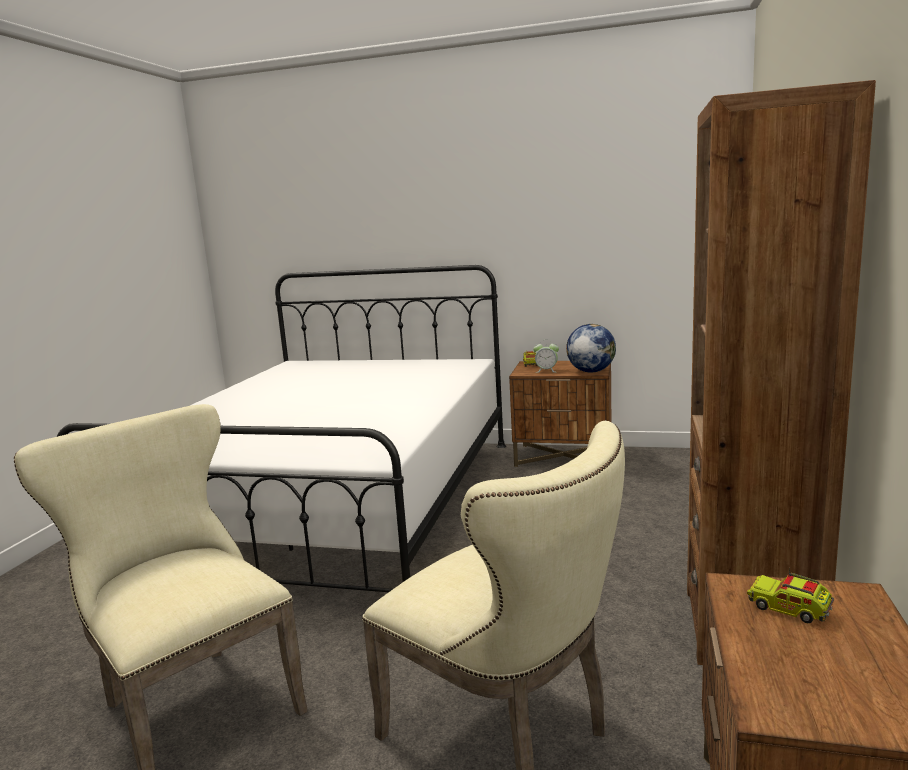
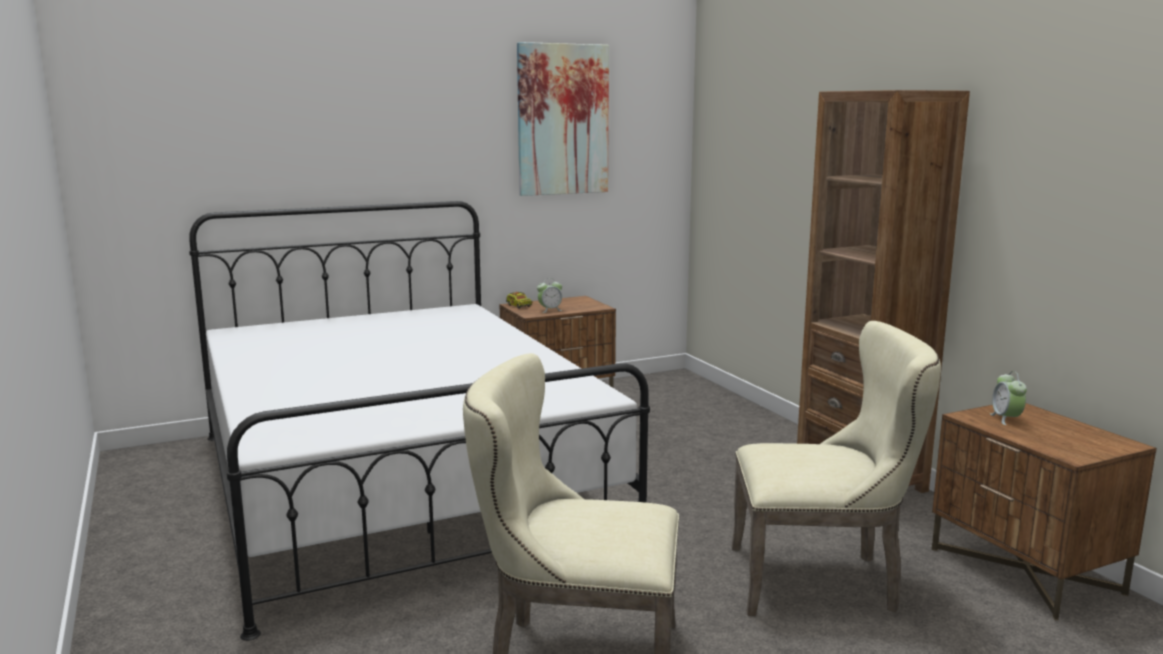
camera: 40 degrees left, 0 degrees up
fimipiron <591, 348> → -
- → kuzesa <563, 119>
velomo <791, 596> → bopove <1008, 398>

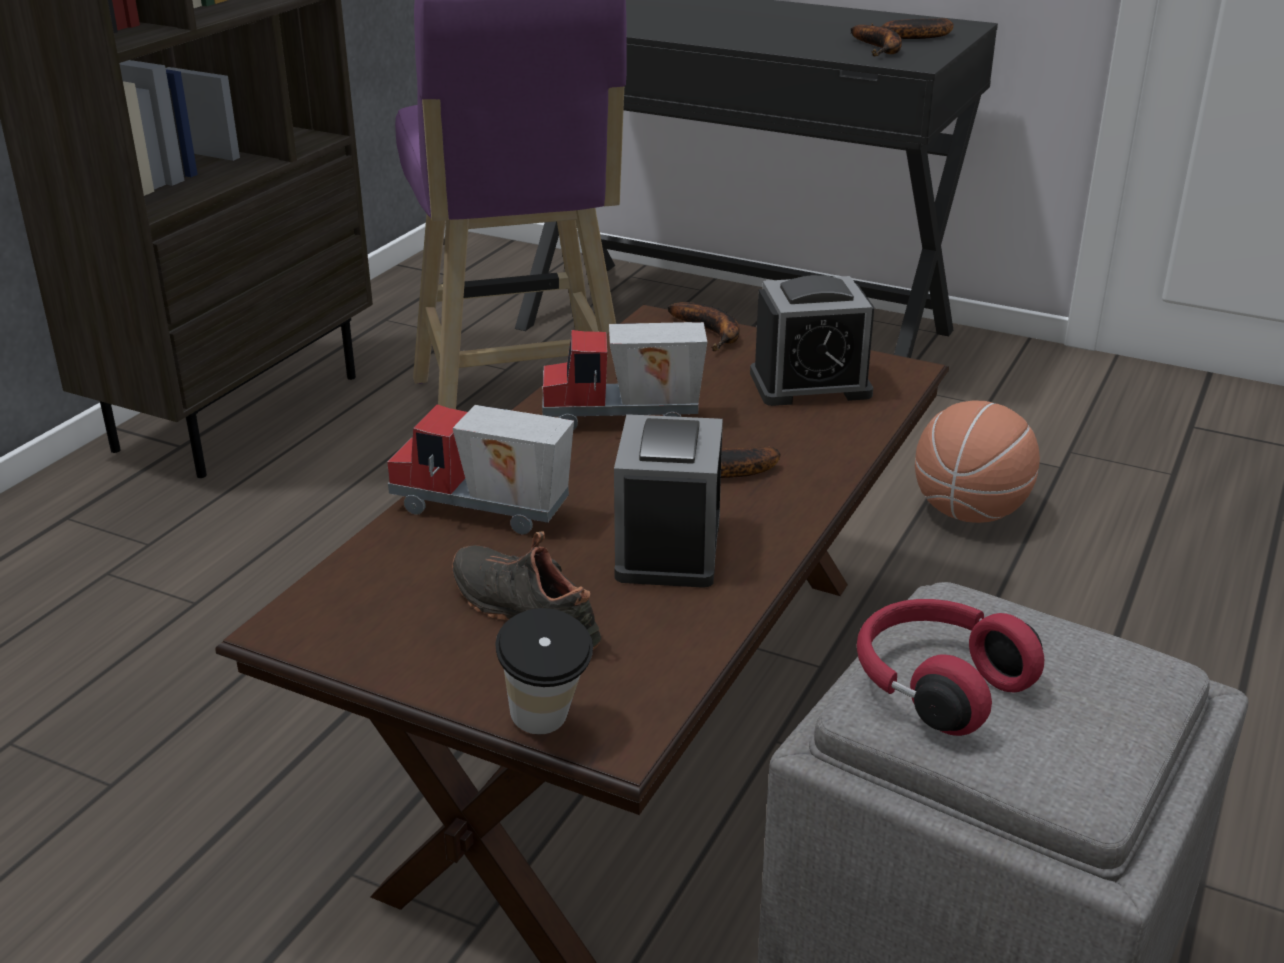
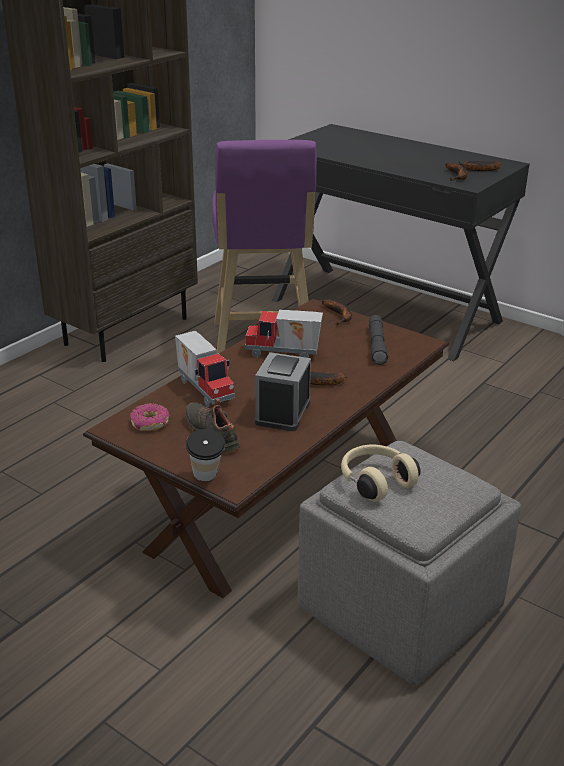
camera: 10 degrees right, 0 degrees up
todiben <977, 461> → -
- → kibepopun <150, 417>
bopove <812, 340> → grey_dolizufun <378, 340>
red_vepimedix <950, 667> → beige_vepimedix <381, 473>
velomo <480, 469> → velomo <205, 369>, 150 degrees counterclockwise

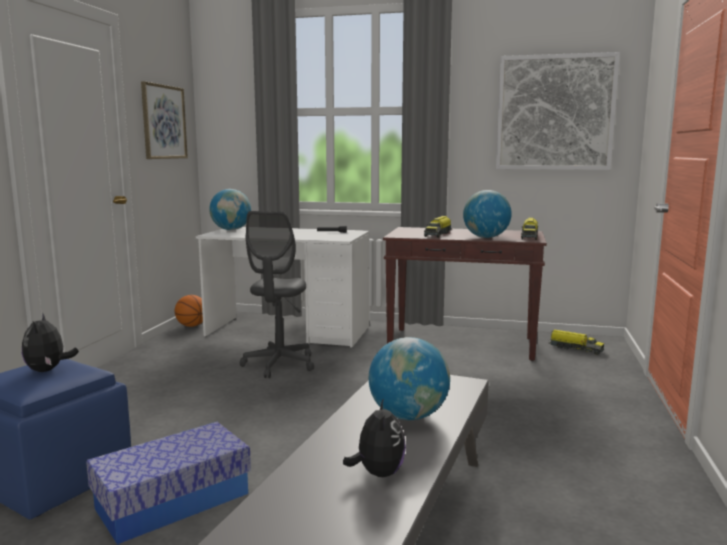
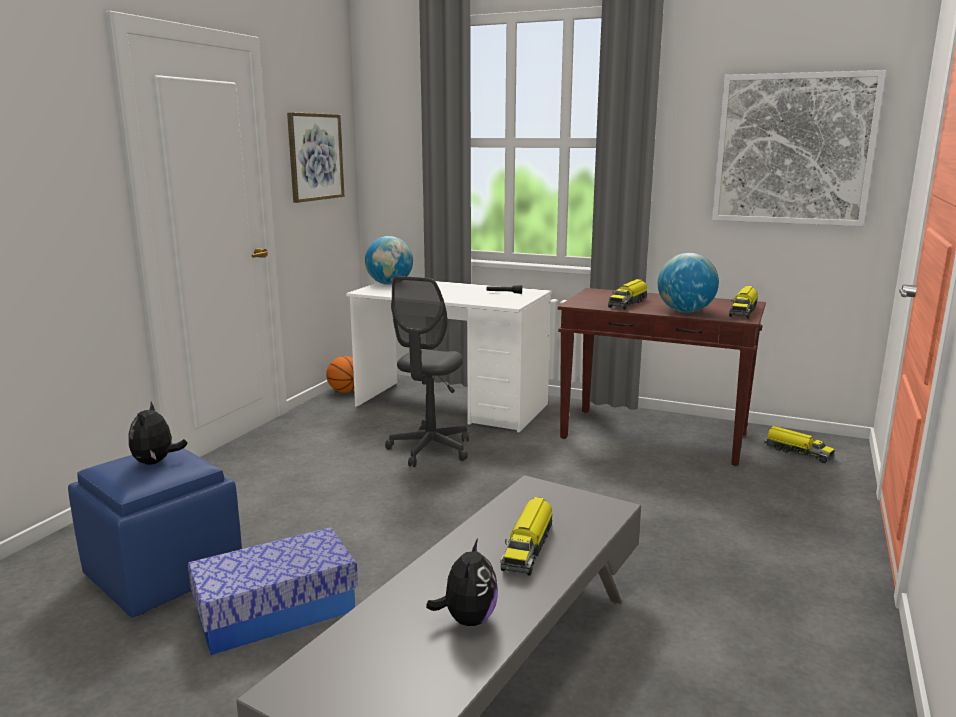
camera: 10 degrees right, 5 degrees up
fimipiron <409, 378> → velomo <526, 536>

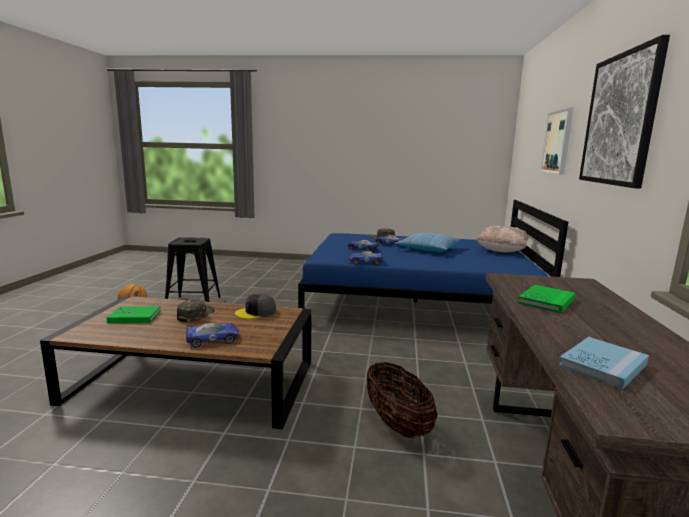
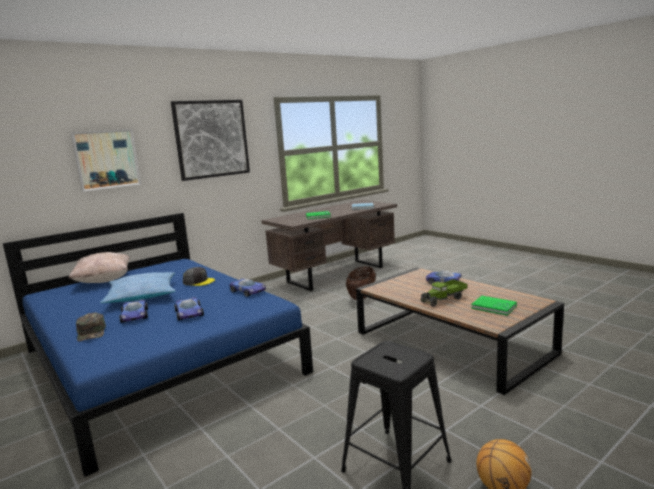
camera: 135 degrees left, 0 degrees up
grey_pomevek <255, 306> → grey_pomevek <199, 276>, shifted
green_pomevek <196, 310> → velomo <443, 293>

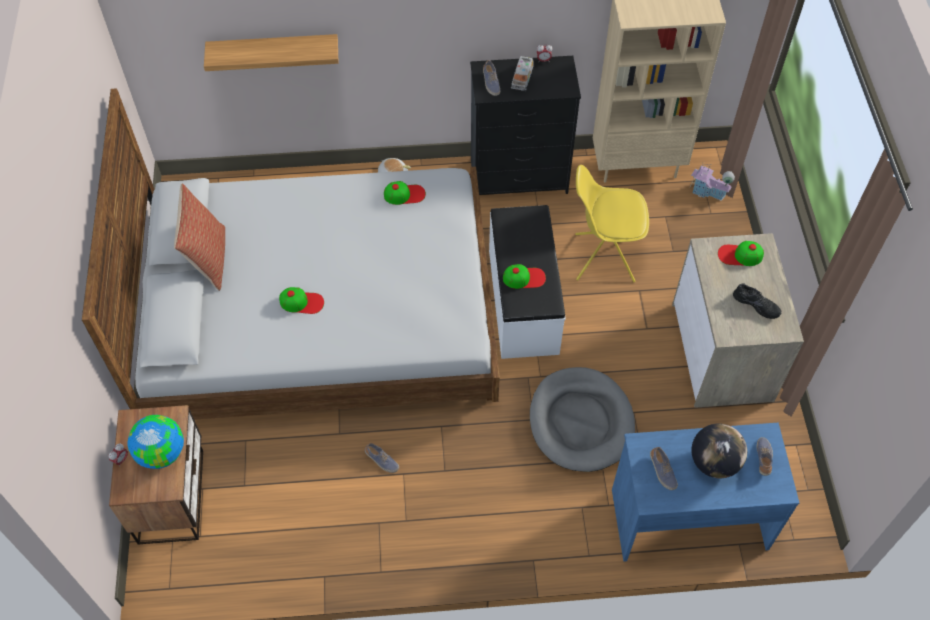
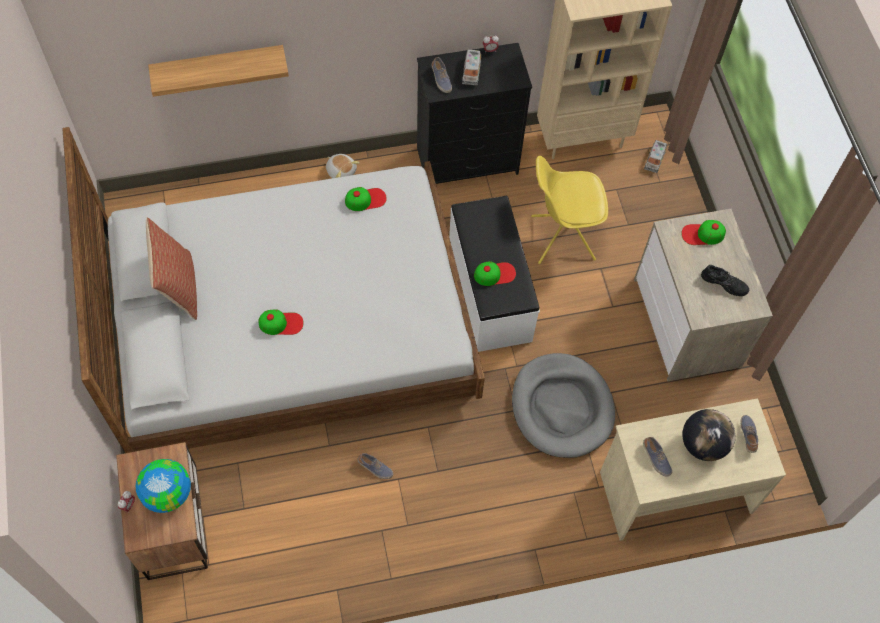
camera: 10 degrees left, 5 degrees up
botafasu <712, 182> → velomo <655, 156>
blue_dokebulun <705, 492> → beige_dokebulun <693, 469>

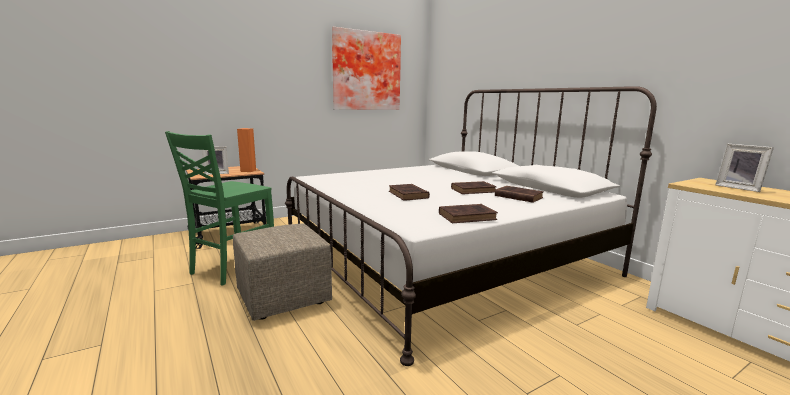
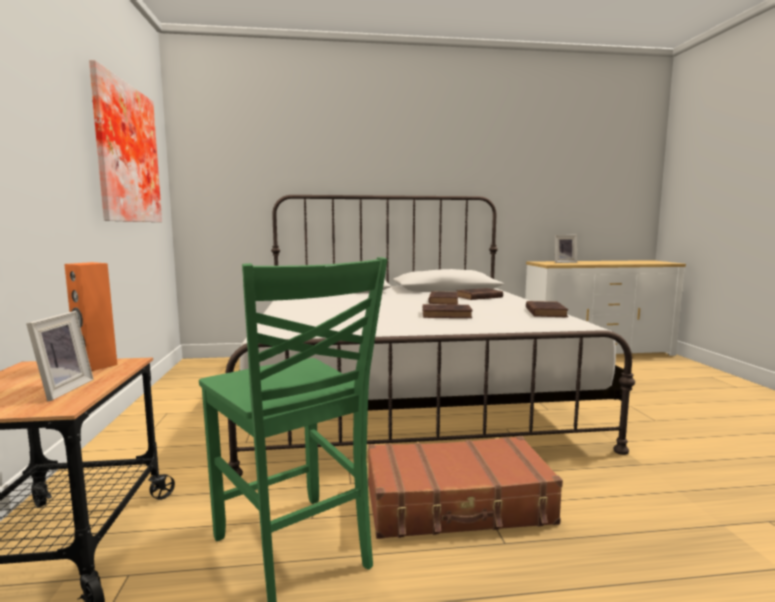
camera: 65 degrees left, 5 degrees down
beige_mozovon <282, 272> → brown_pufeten <465, 487>

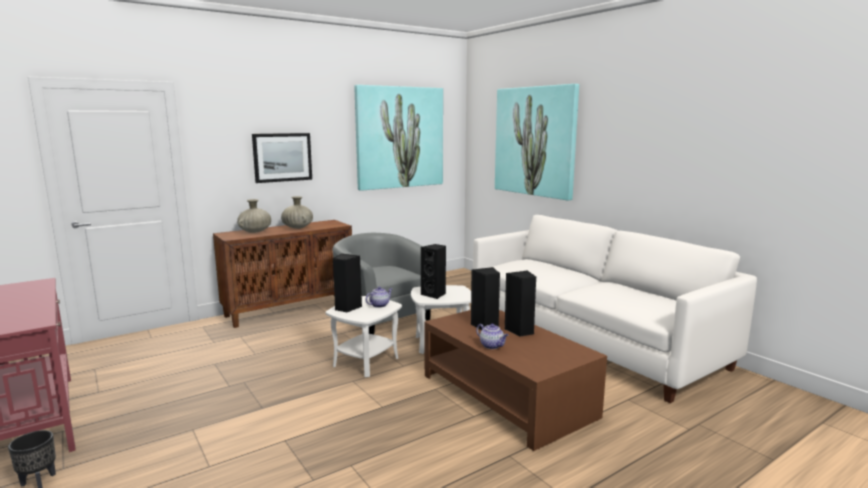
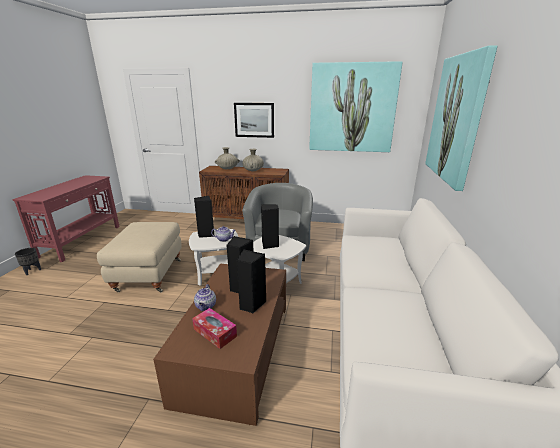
camera: 45 degrees right, 10 degrees up
- → beige_mozovon <139, 257>
- → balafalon <214, 328>

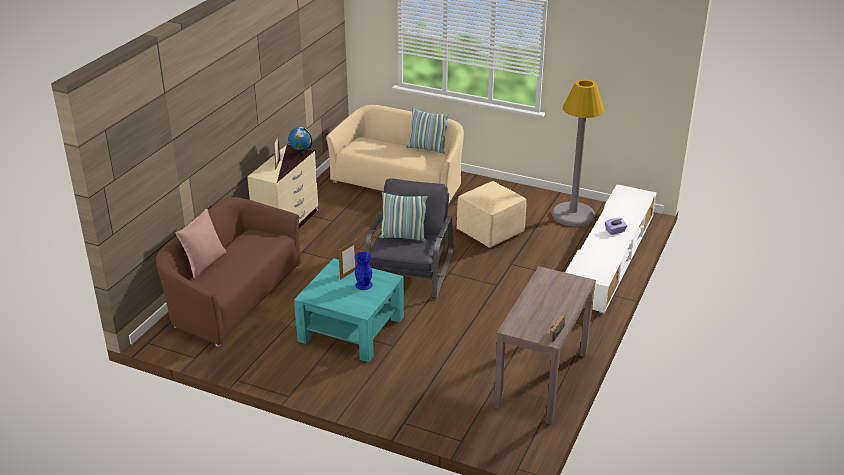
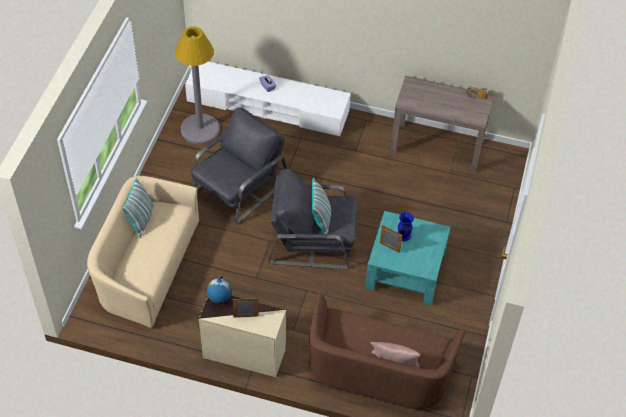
camera: 100 degrees left, 20 degrees up
beige_mozovon <492, 214> → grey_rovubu <239, 166>

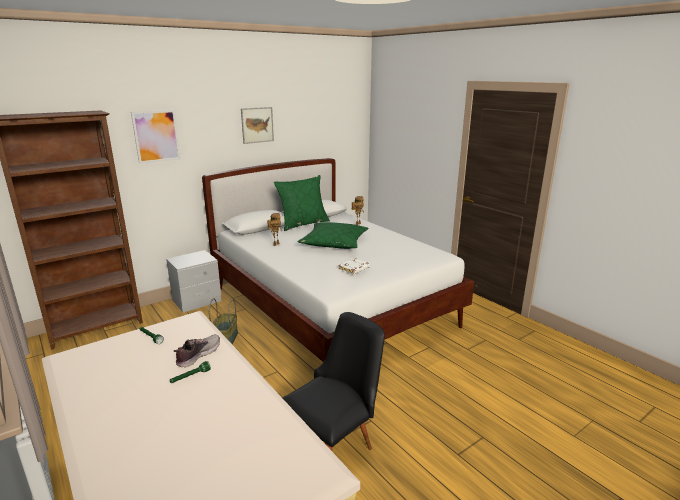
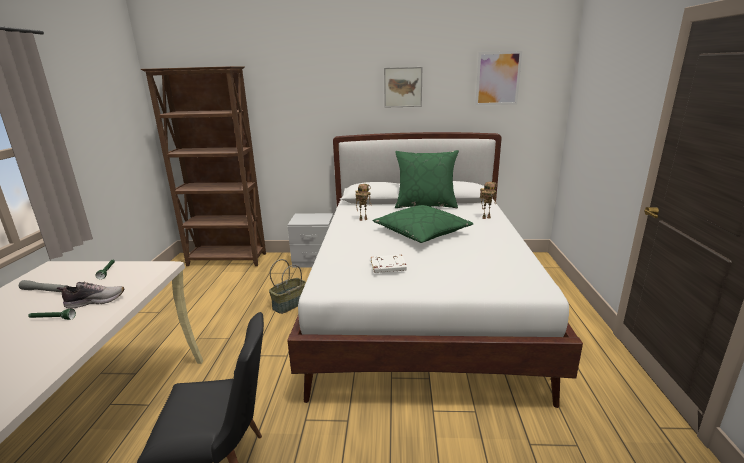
camera: 40 degrees right, 0 degrees up
- → grey_dolizufun <43, 286>
kuzesa <156, 137> → kuzesa <498, 78>, shifted

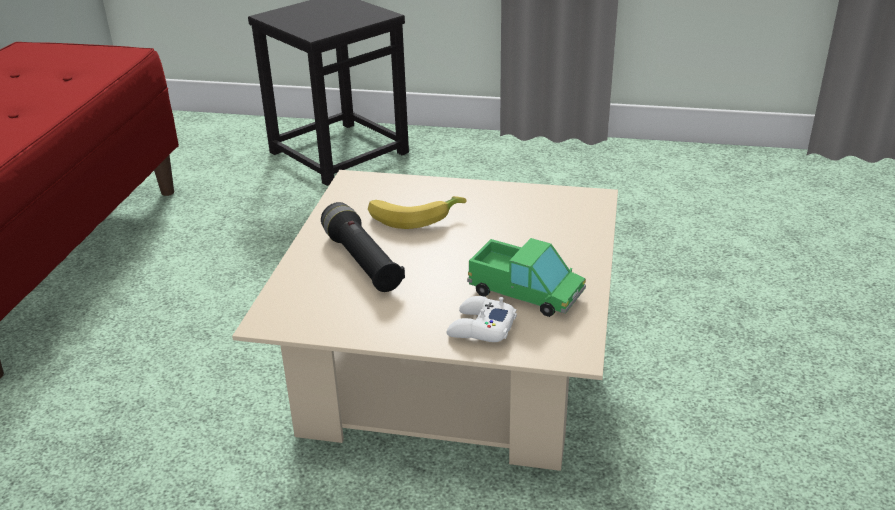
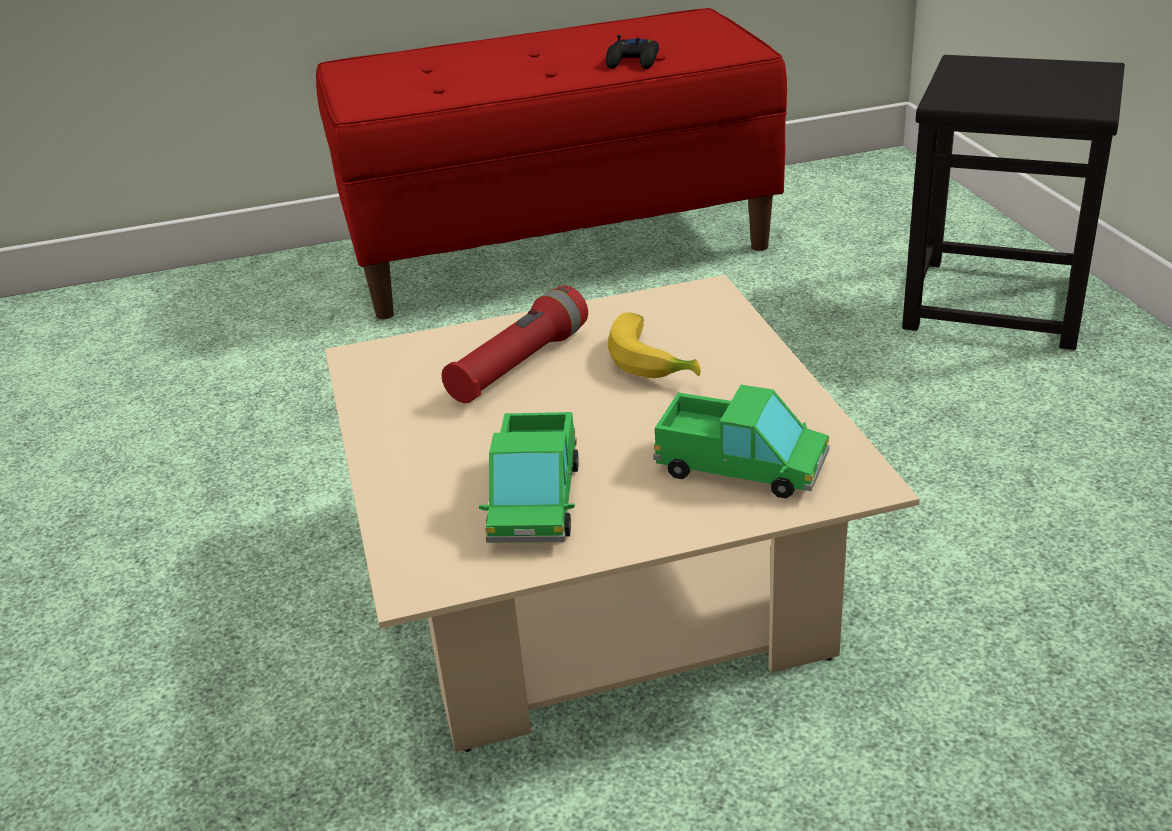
camera: 65 degrees right, 0 degrees up
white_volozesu <482, 319> → -
- → black_volozesu <632, 52>
- → velomo <741, 442>
black_dolizufun <363, 247> → red_dolizufun <515, 344>

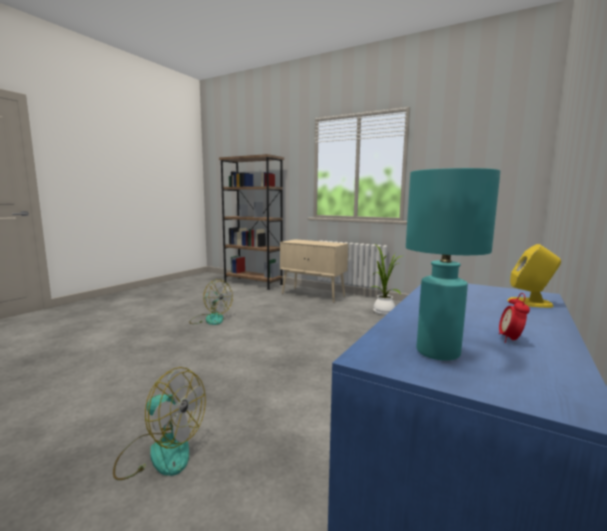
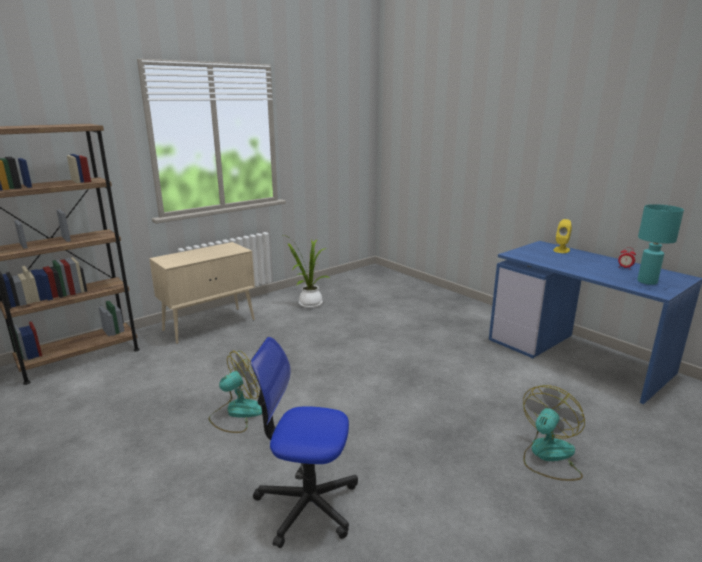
camera: 70 degrees left, 10 degrees up
- → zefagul <304, 442>

